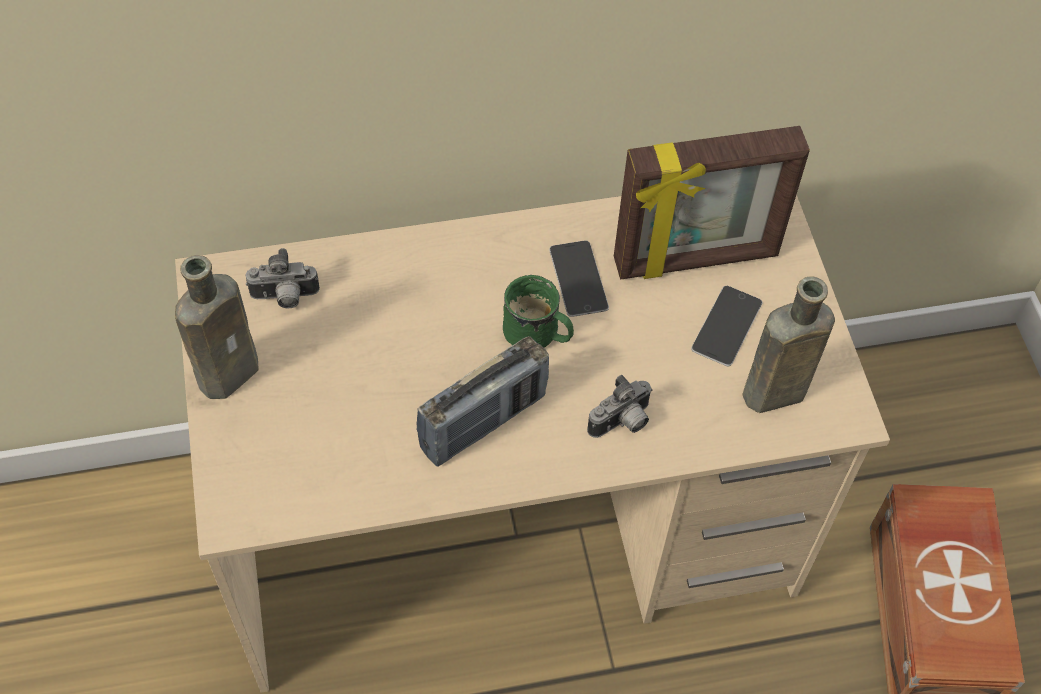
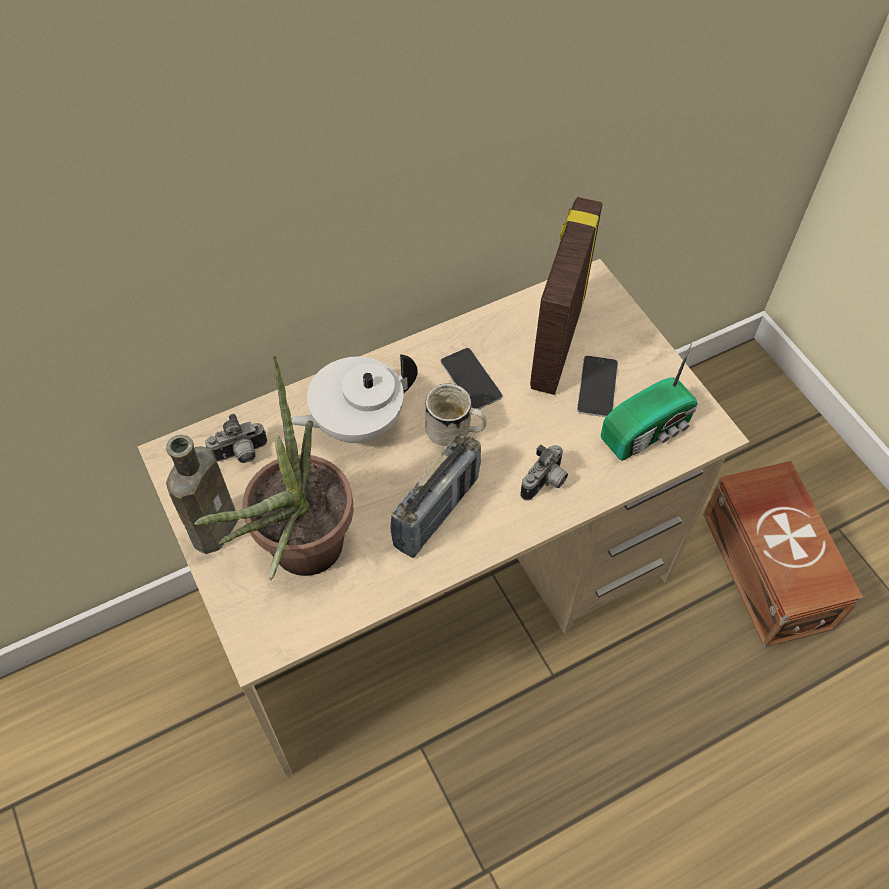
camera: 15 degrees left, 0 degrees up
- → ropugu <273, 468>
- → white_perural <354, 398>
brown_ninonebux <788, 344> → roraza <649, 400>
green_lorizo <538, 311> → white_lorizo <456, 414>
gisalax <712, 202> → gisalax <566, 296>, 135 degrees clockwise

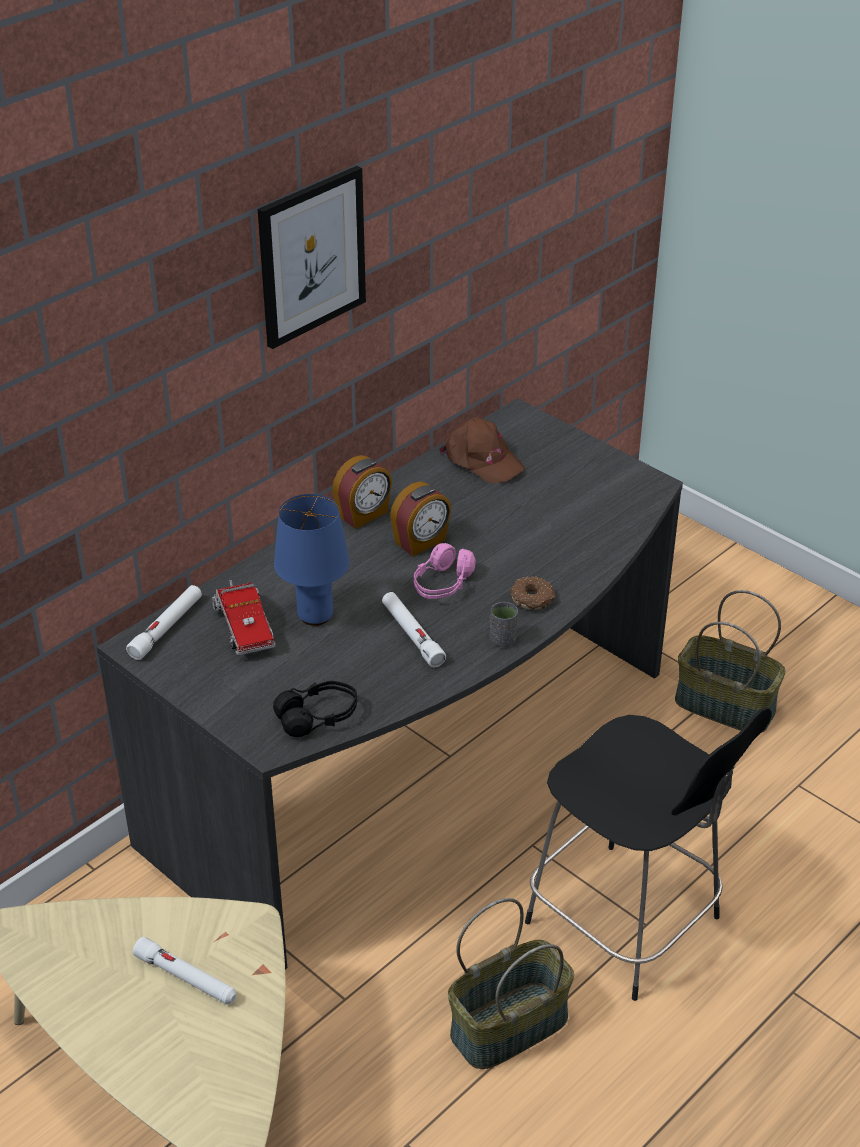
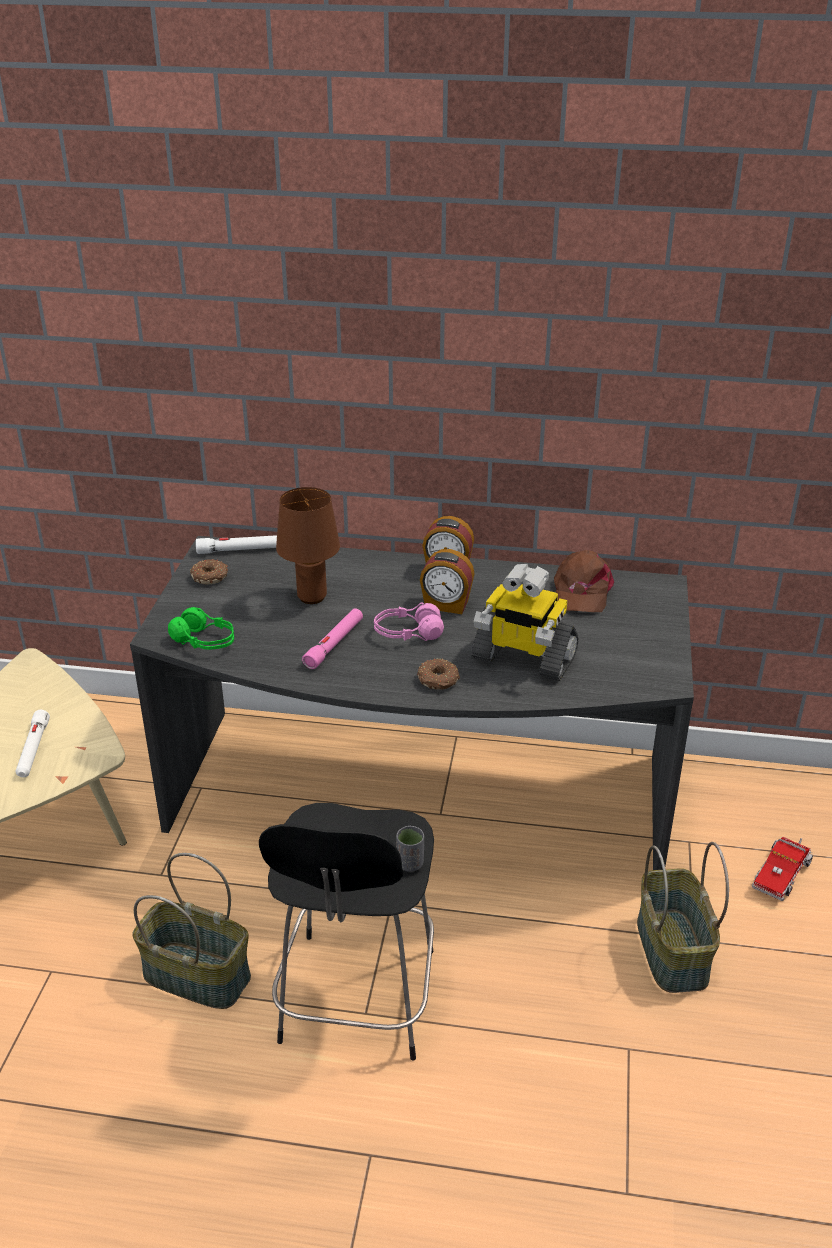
camera: 55 degrees right, 5 degrees down
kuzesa <312, 257> → -
- → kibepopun <209, 571>
- → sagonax <525, 622>
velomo <244, 618> → velomo <782, 869>, shifted
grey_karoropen <504, 624> → grey_karoropen <410, 848>, shifted
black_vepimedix <315, 709> → green_vepimedix <201, 628>
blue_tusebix <311, 560> → brown_tusebix <308, 545>
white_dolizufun <414, 629> → pink_dolizufun <332, 638>

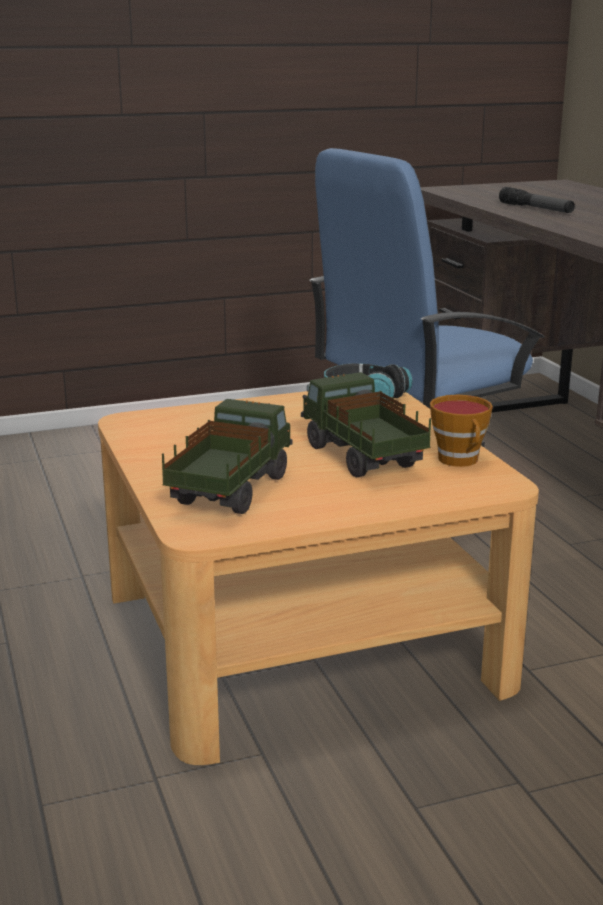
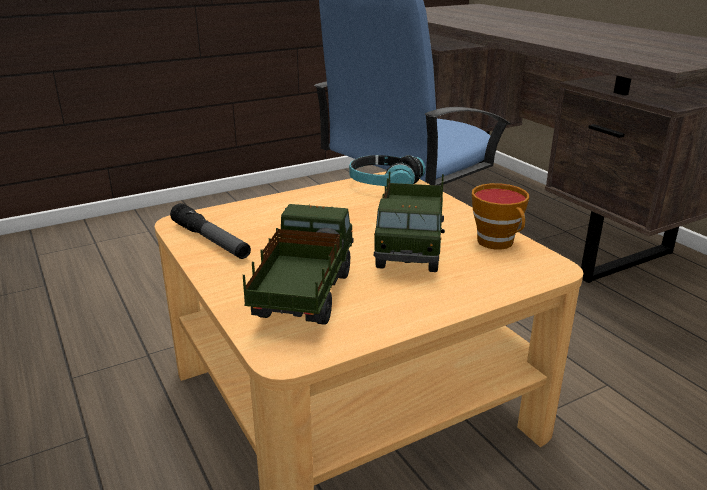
camera: 10 degrees left, 5 degrees up
dolizufun <537, 200> → dolizufun <210, 231>, shifted
velomo <366, 424> → velomo <409, 221>, 135 degrees counterclockwise

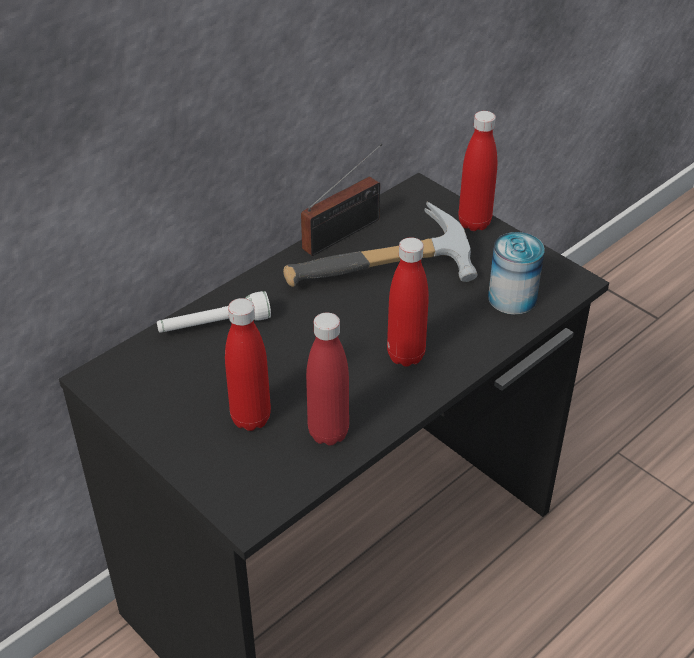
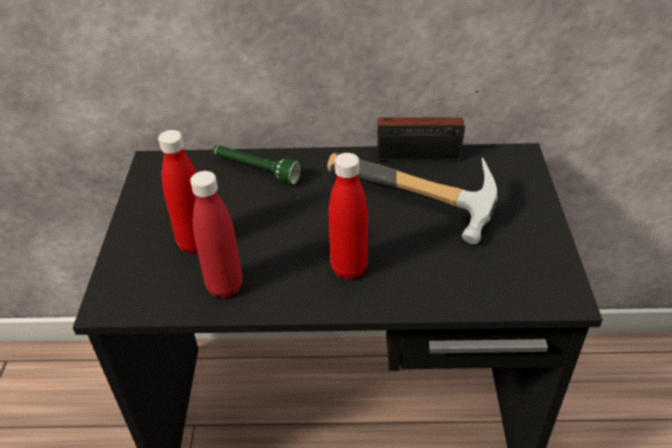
camera: 45 degrees right, 0 degrees up
red_ninonebux <478, 171> → -
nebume <516, 273> → -
white_dolizufun <214, 312> → green_dolizufun <257, 165>

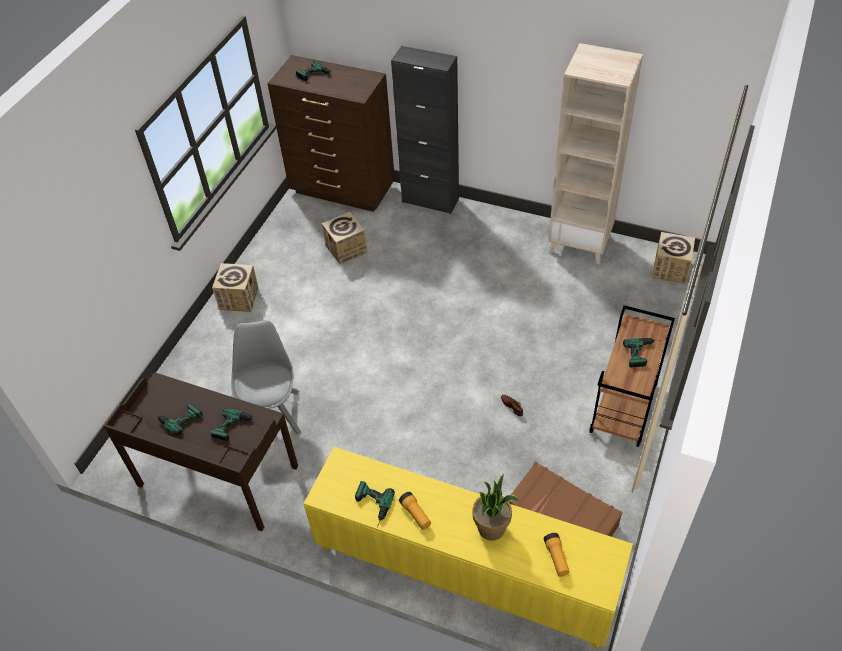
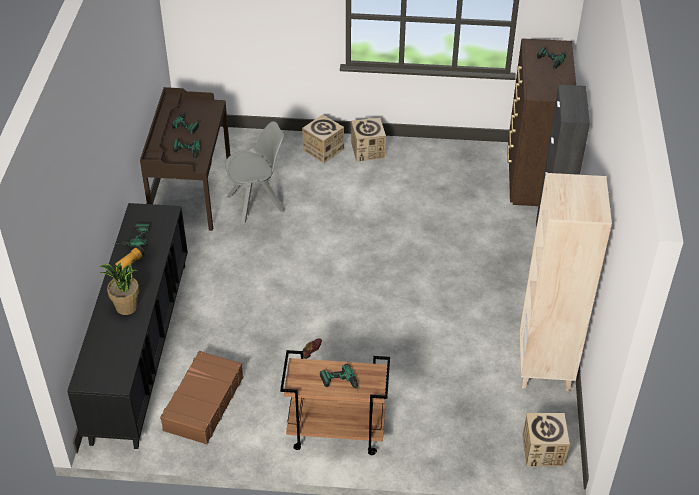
camera: 70 degrees right, 5 degrees down
dolizufun <556, 554> → -
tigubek <345, 238> → tigubek <323, 139>, shifted
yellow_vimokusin <468, 548> → black_vimokusin <127, 326>

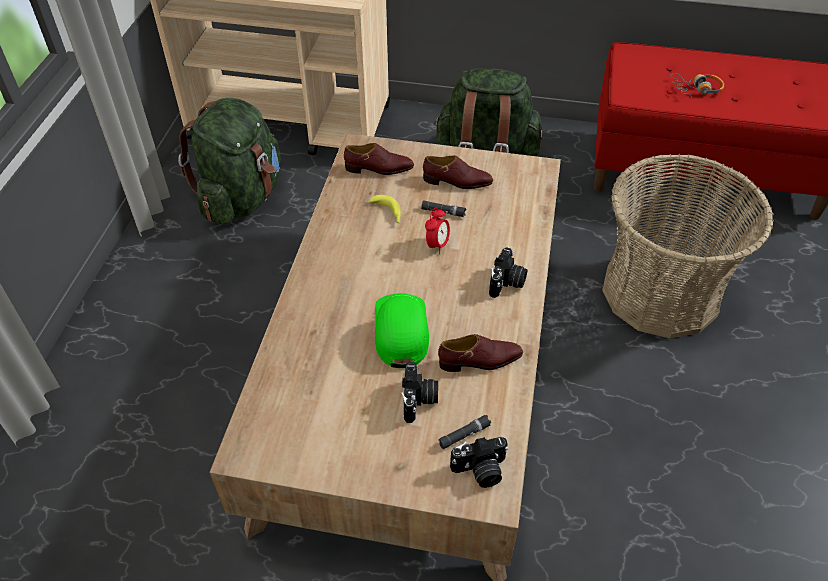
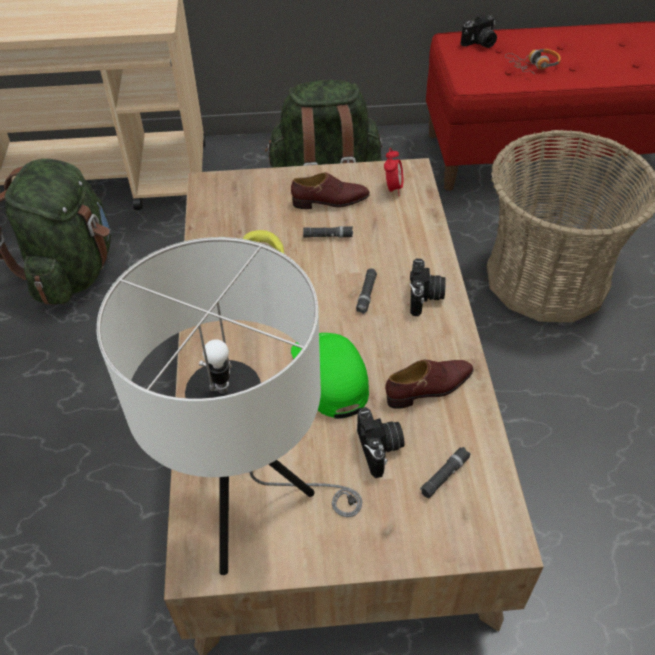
camera: 15 degrees left, 0 degrees up
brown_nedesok <379, 159> → -
- → white_tusebix <229, 406>
- → black_dolizufun <366, 291>
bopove <437, 231> → bopove <393, 172>, shifted
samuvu <479, 462> → samuvu <478, 31>, shifted

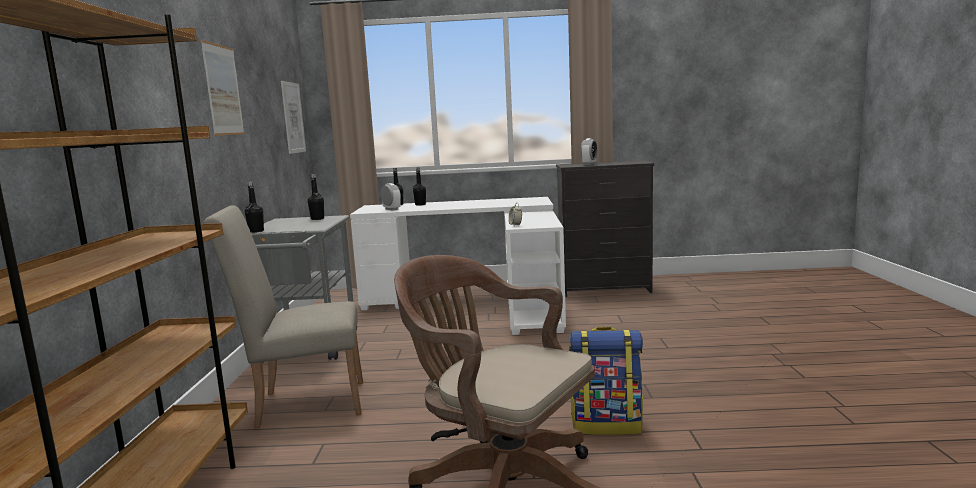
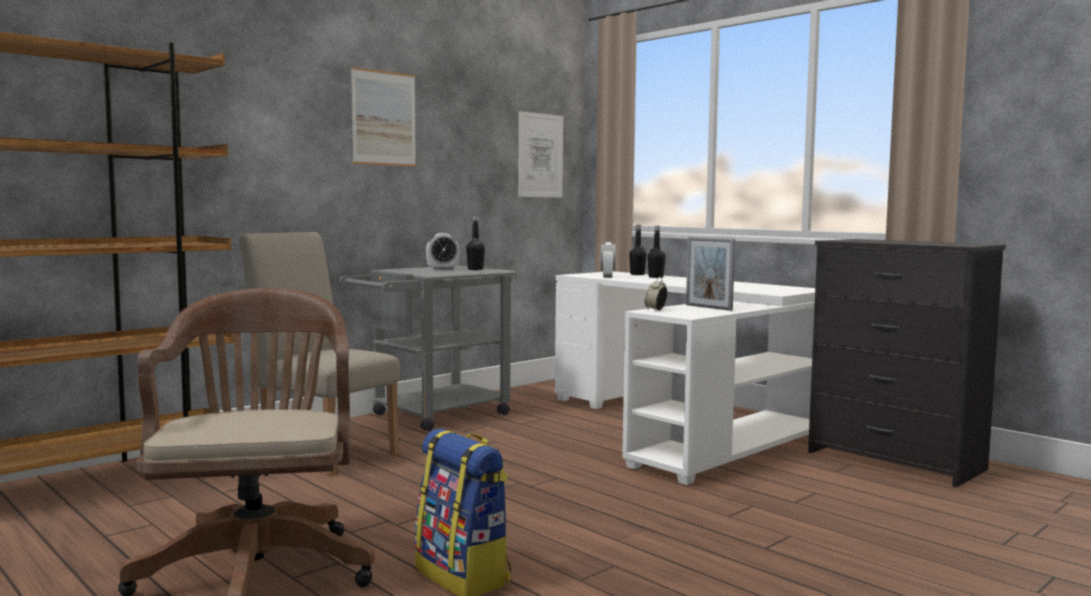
camera: 45 degrees right, 5 degrees down
black_ninonebux <254, 207> → -
- → gisalax <710, 274>
bopove <589, 151> → bopove <443, 251>, shifted

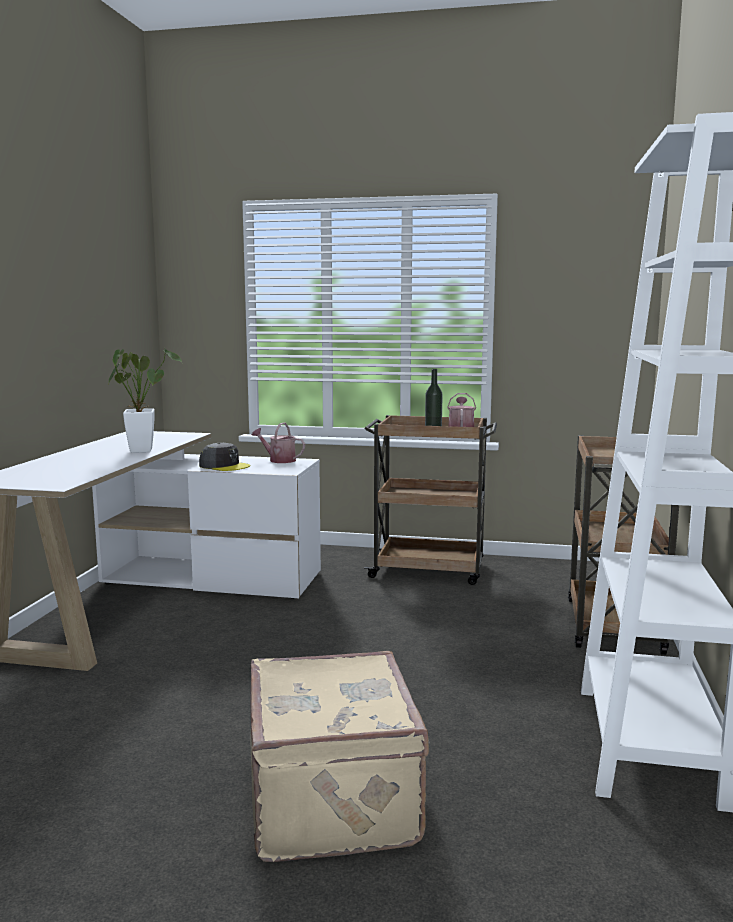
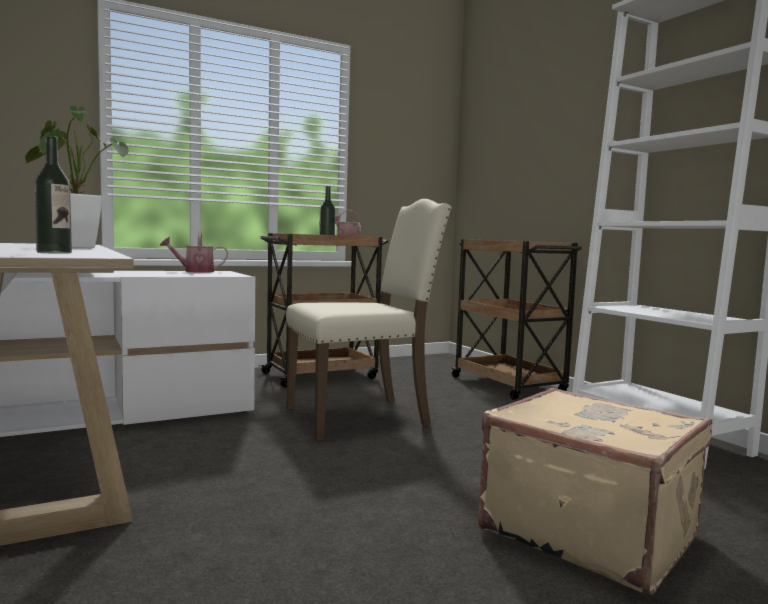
camera: 40 degrees left, 5 degrees down
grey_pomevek <224, 457> → -
- → ninonebux <53, 195>
- → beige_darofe <369, 320>

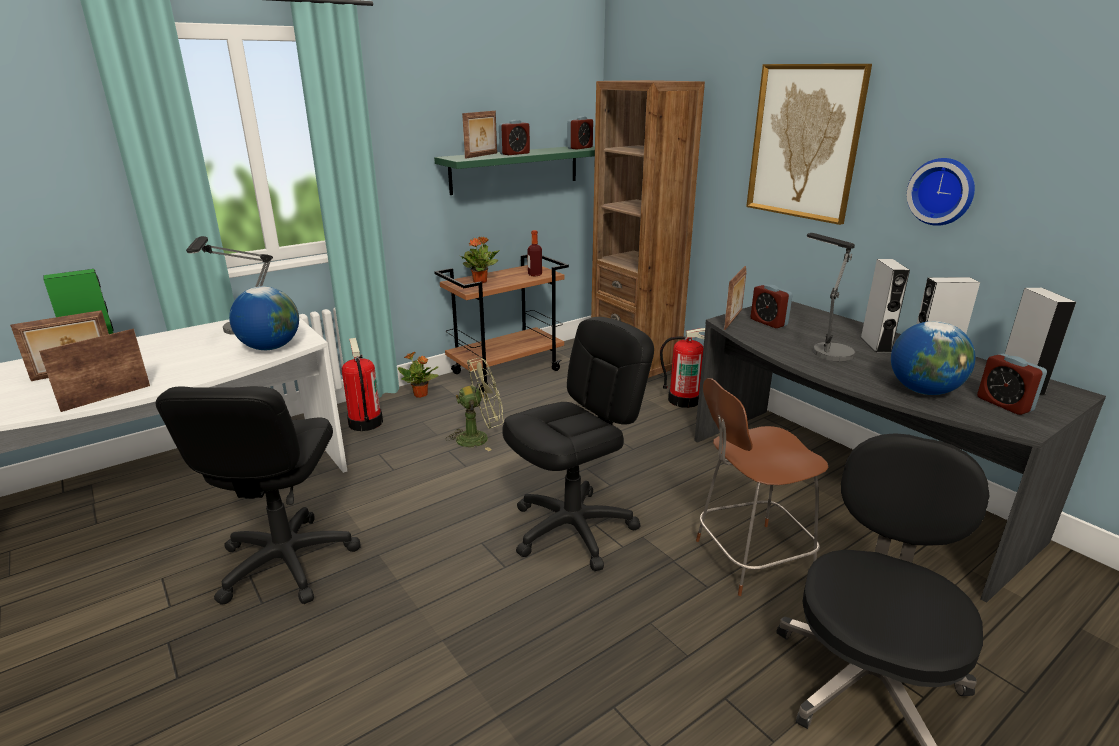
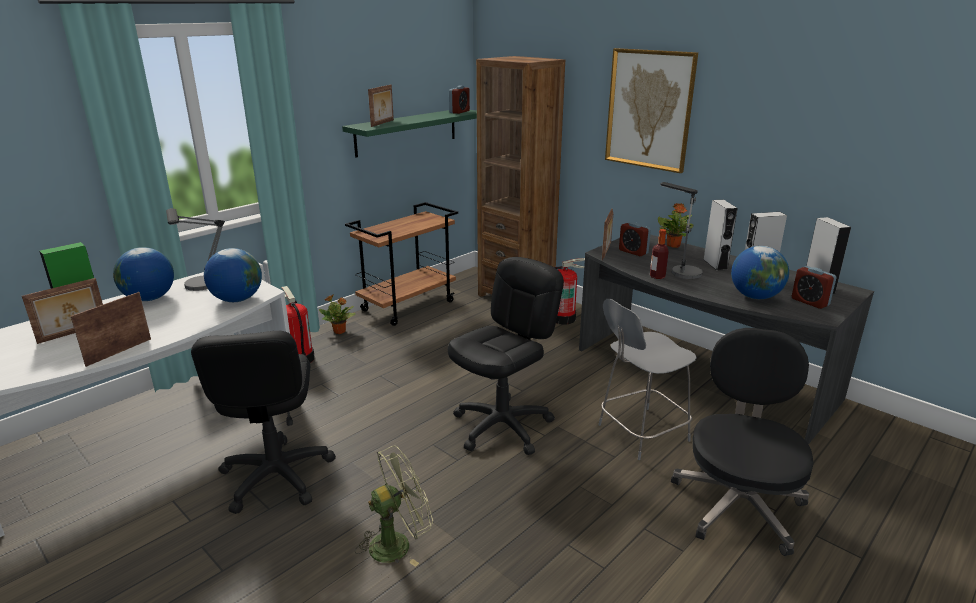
camera: 10 degrees left, 0 degrees up
bopove <514, 137> → -
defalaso <941, 192> → -
- → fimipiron <143, 274>
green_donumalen <475, 404> → green_donumalen <394, 506>, shifted
ropugu <480, 260> → ropugu <676, 225>, shifted
ninonebux <534, 253> → ninonebux <659, 254>, shifted
brown_darofe <762, 487> → grey_darofe <647, 379>

